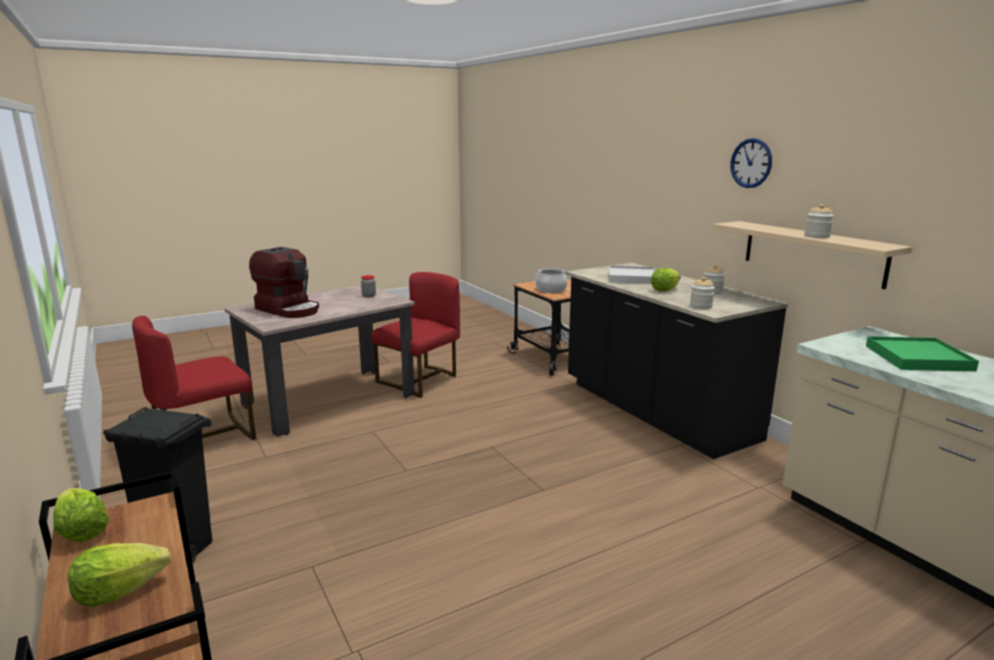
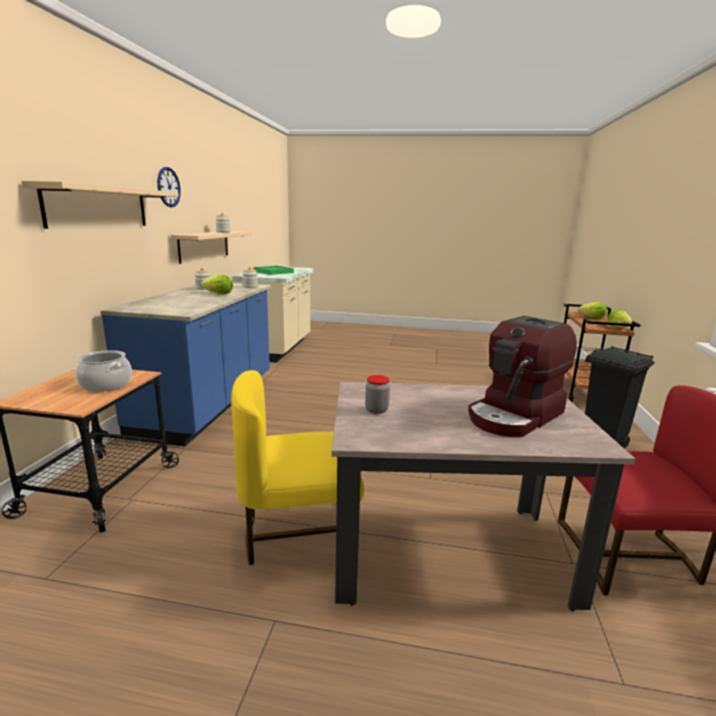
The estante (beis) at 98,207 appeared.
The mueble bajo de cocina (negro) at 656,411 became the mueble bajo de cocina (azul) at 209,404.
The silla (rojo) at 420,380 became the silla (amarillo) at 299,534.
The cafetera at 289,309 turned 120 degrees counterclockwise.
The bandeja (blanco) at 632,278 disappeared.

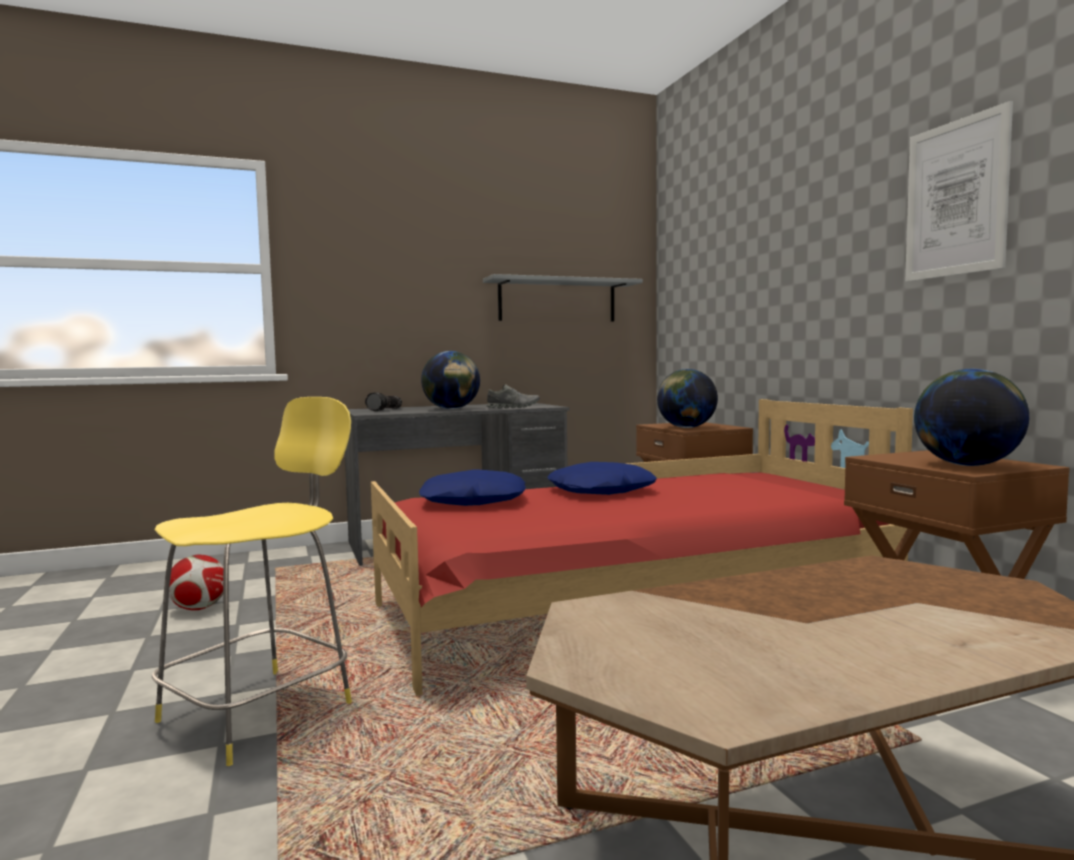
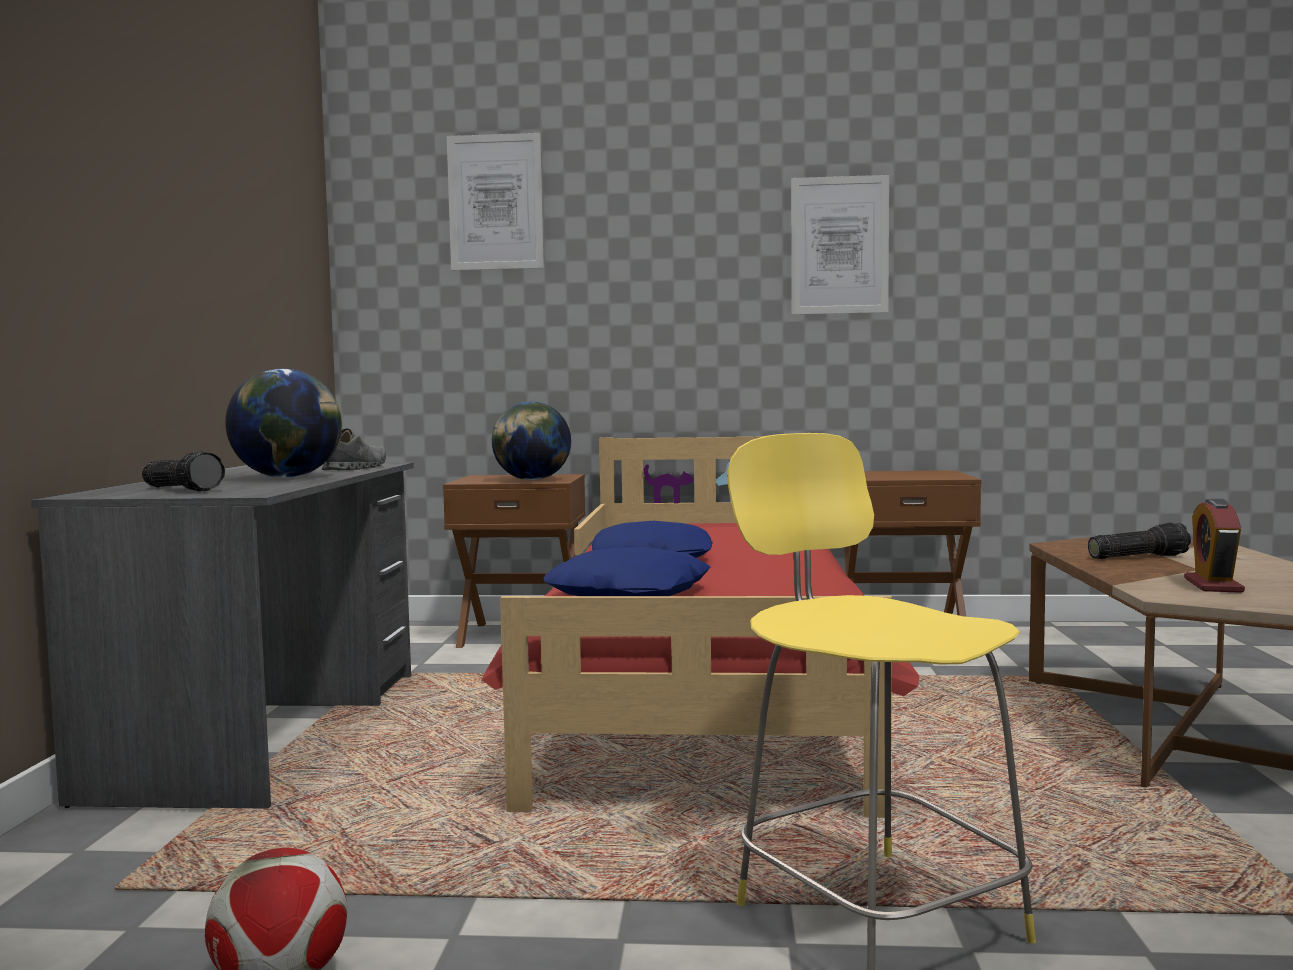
The cuadro at 495,202 appeared.
The linterna at 1137,557 appeared.
The despertador at 1213,585 appeared.
The estante (gris) at 557,301 disappeared.
The globo terráqueo at 966,465 disappeared.

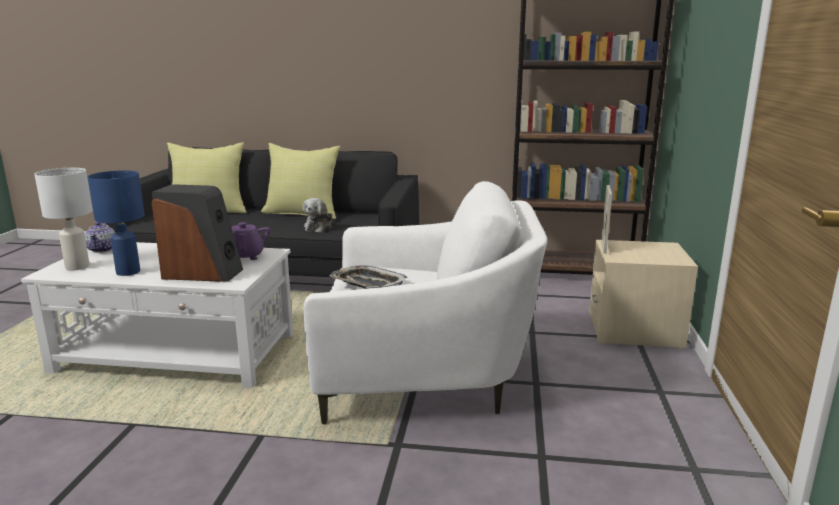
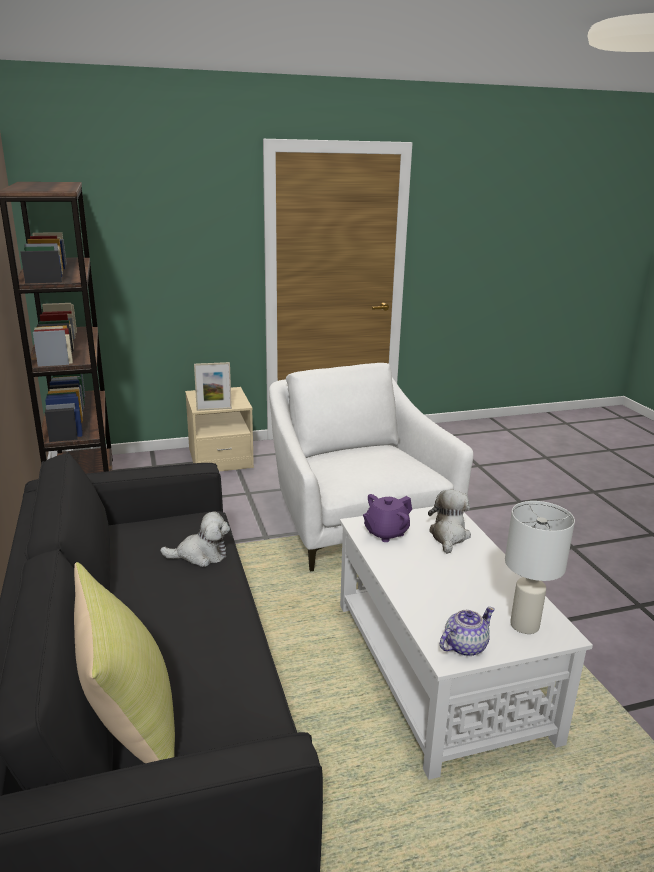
The altavoz at 203,273 was replaced by the peluche at 448,536.
The lámpara de mesa (azul) at 129,272 disappeared.
The cojín (amarillo) at 303,213 disappeared.
The bandeja at 368,284 disappeared.

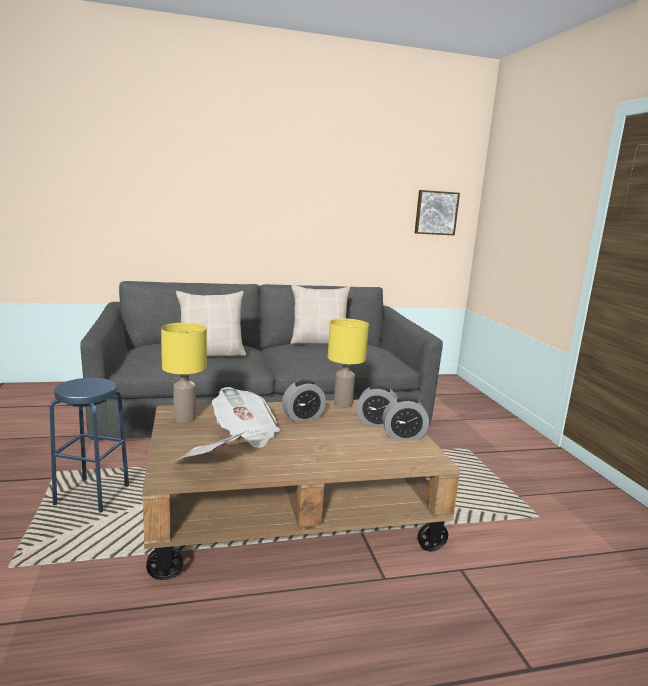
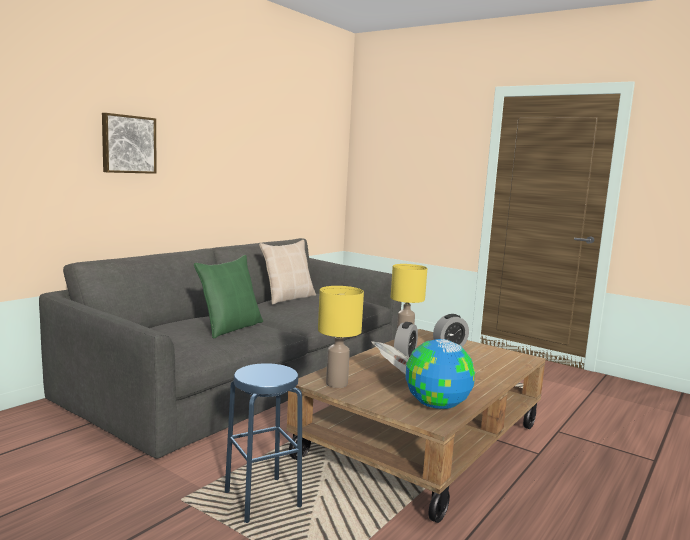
The cuadro moved from 436,212 to 128,144.
The cojín (beis) at 211,354 became the cojín (verde) at 230,328.
The periódico at 209,465 was replaced by the globo terráqueo at 436,405.
The despertador at 403,435 disappeared.

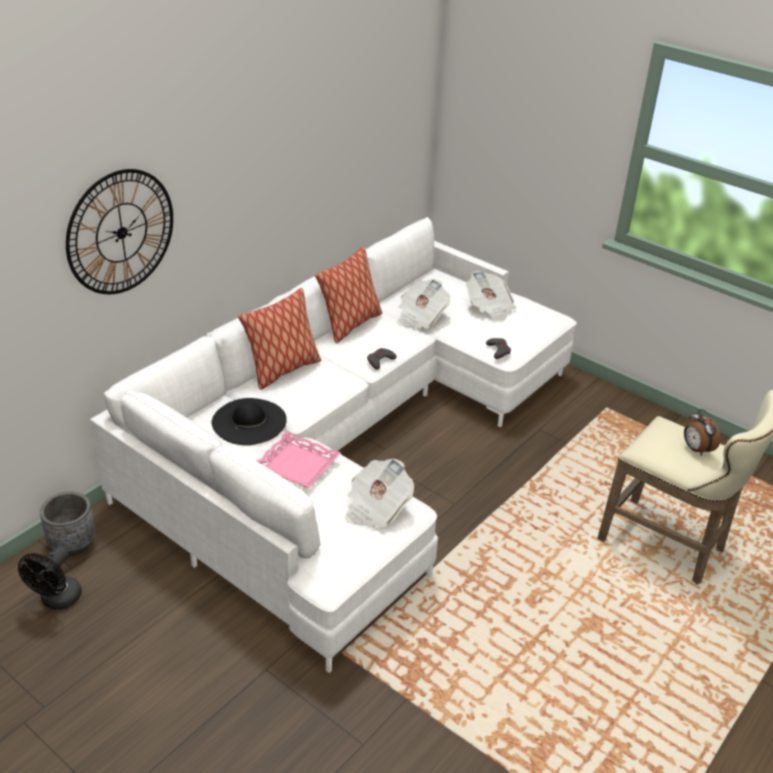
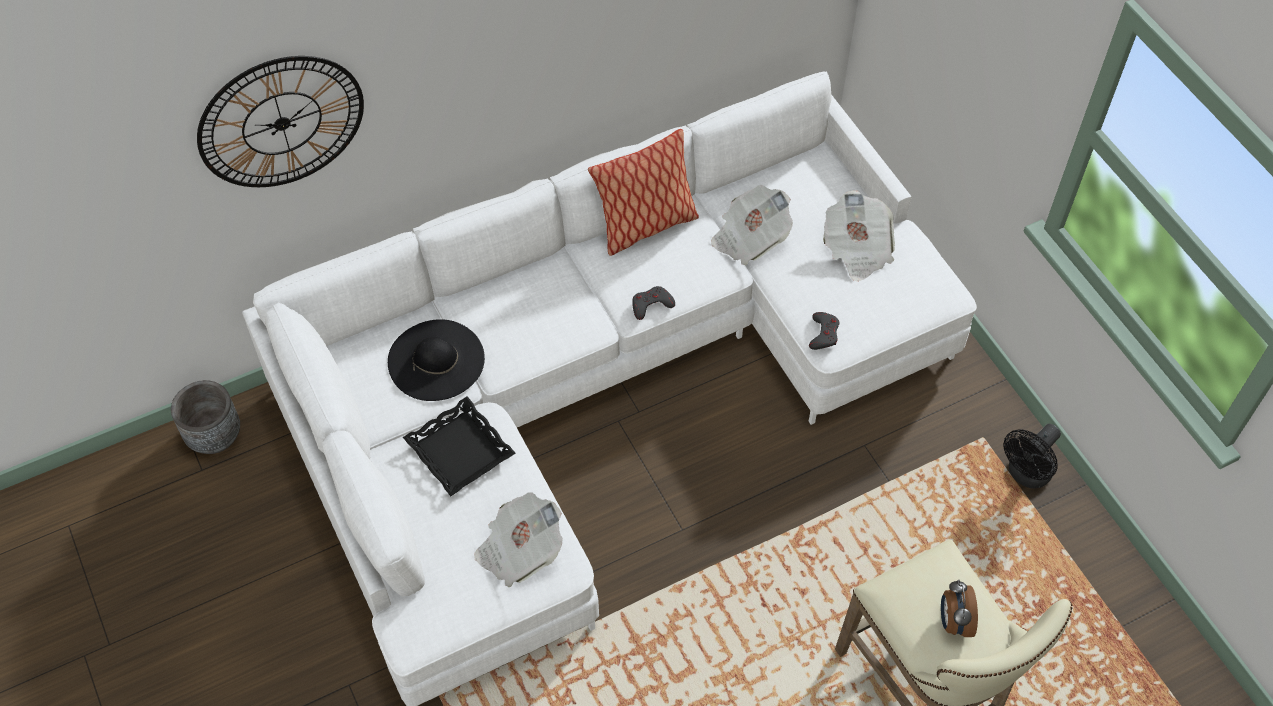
The bandeja (rosa) at 297,465 became the bandeja (negro) at 460,450.
The ventilador (negro) moved from 57,600 to 1026,475.
The cojín at 283,370 disappeared.

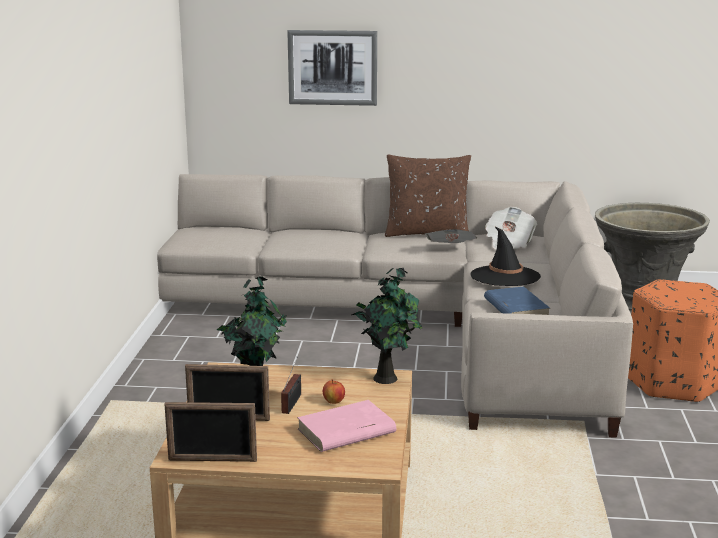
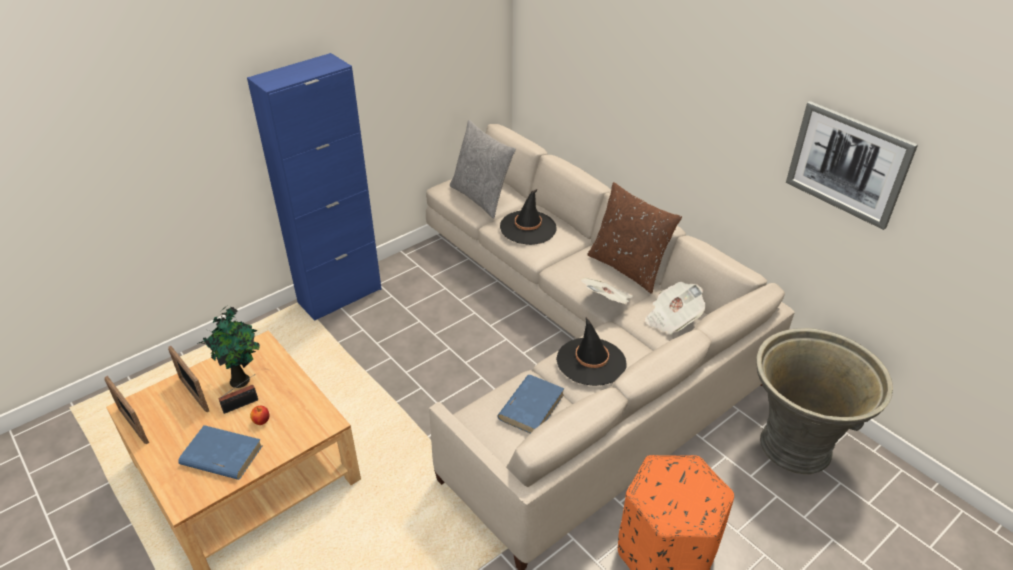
The libro (rosa) at 345,431 became the libro (azul) at 221,455.
The armario (azul) at 340,296 appeared.
The cojín (gris) at 481,198 appeared.
The sombrero (negro) at 528,228 appeared.
The cuadro moved from 332,67 to 848,164.
The planta en maceta at 387,378 disappeared.

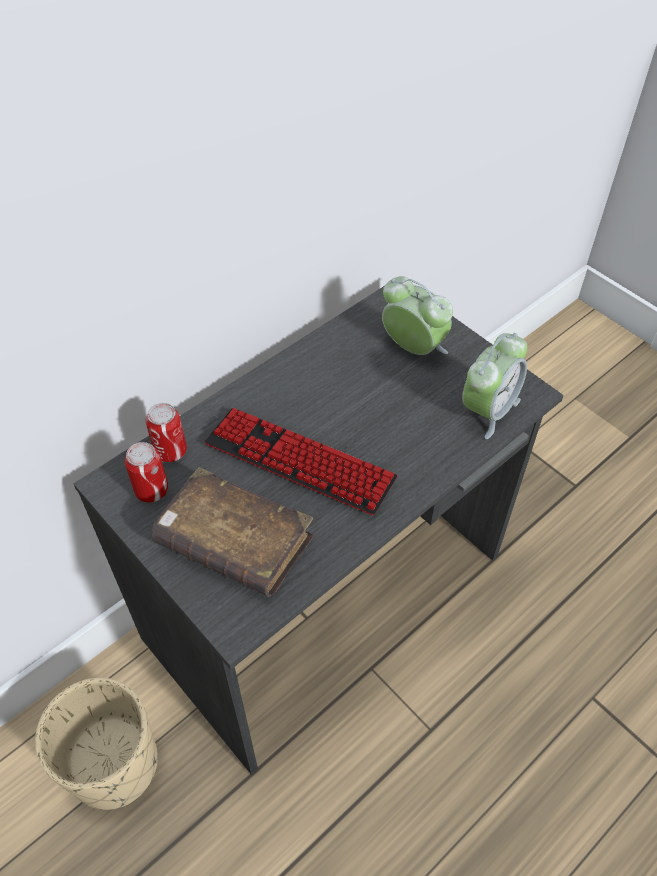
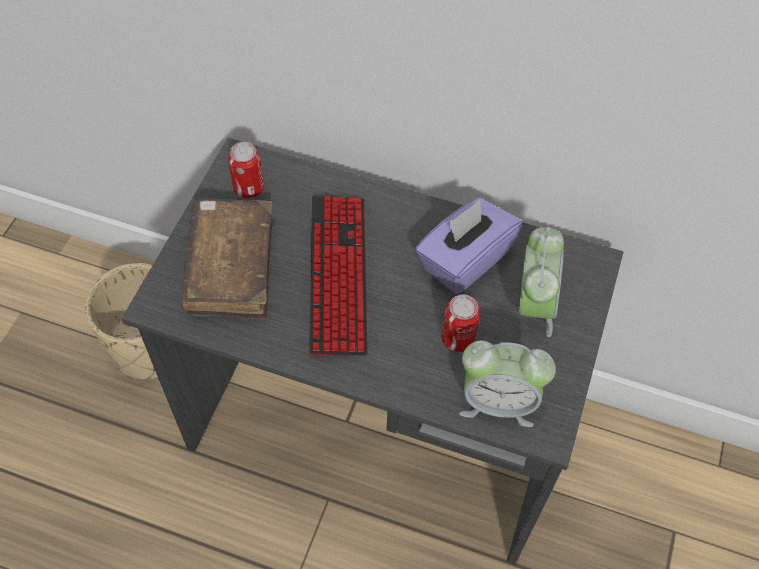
The caja de pañuelos (morado) at 464,260 appeared.
The lata moved from 170,451 to 458,338.

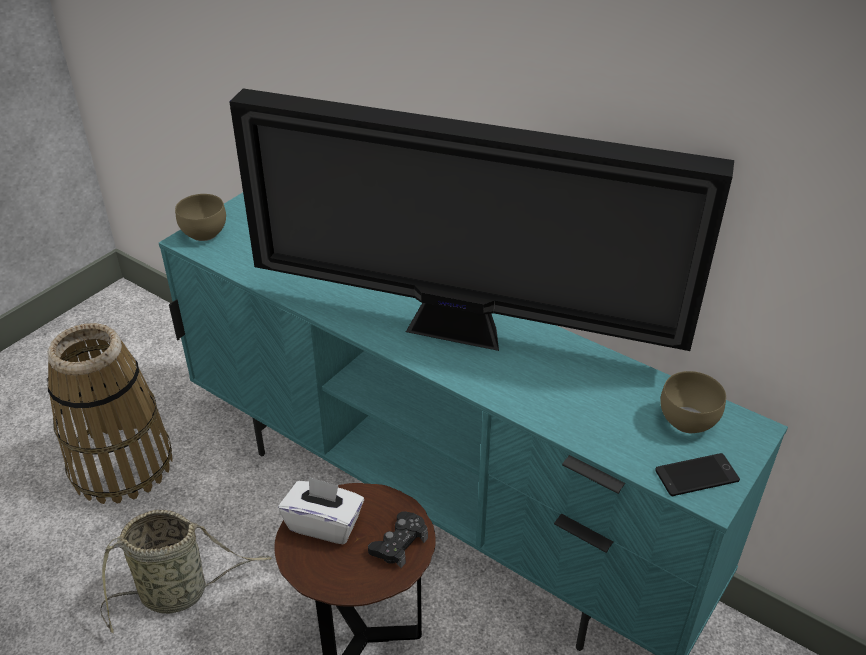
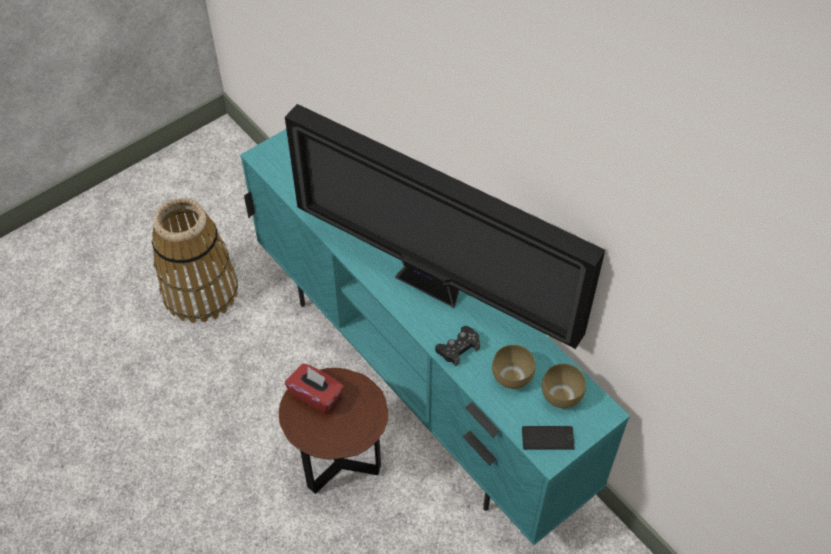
The caja de pañuelos (blanco) at 324,524 became the caja de pañuelos (rojo) at 316,395.
The mando de consola (negro) moved from 399,543 to 458,348.
The cuenco (marrón) moved from 206,234 to 513,377.
The cesta at 179,592 disappeared.

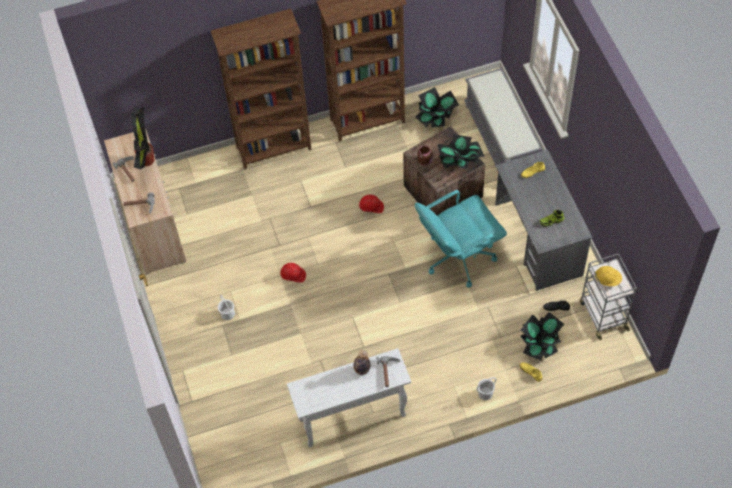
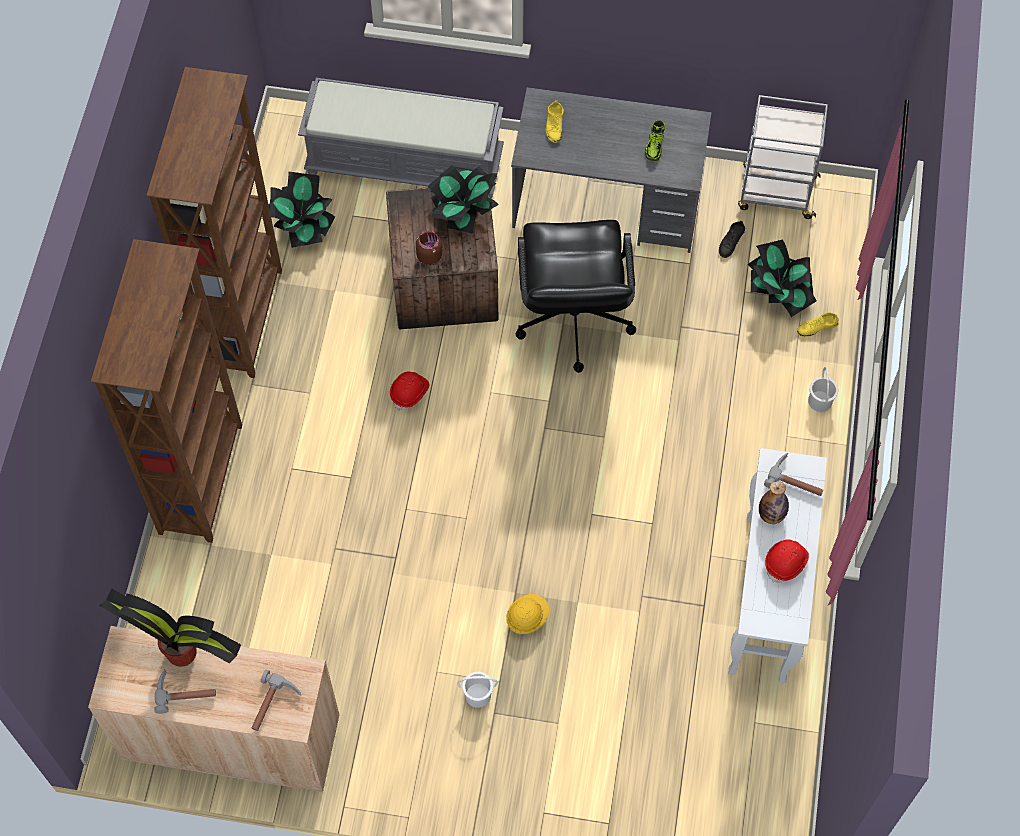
The casco (amarillo) moved from 607,280 to 527,618.
The silla de oficina (turquesa) at 458,257 became the silla de oficina (negro) at 573,320.
The casco (rojo) moved from 293,276 to 786,562.

